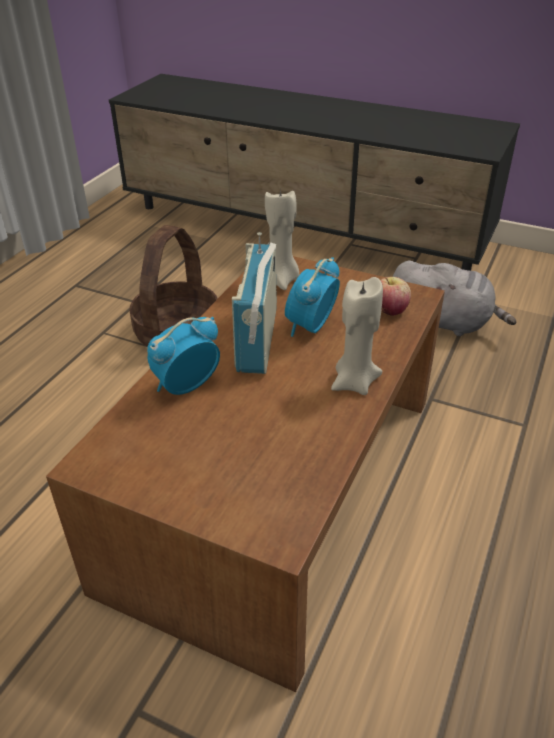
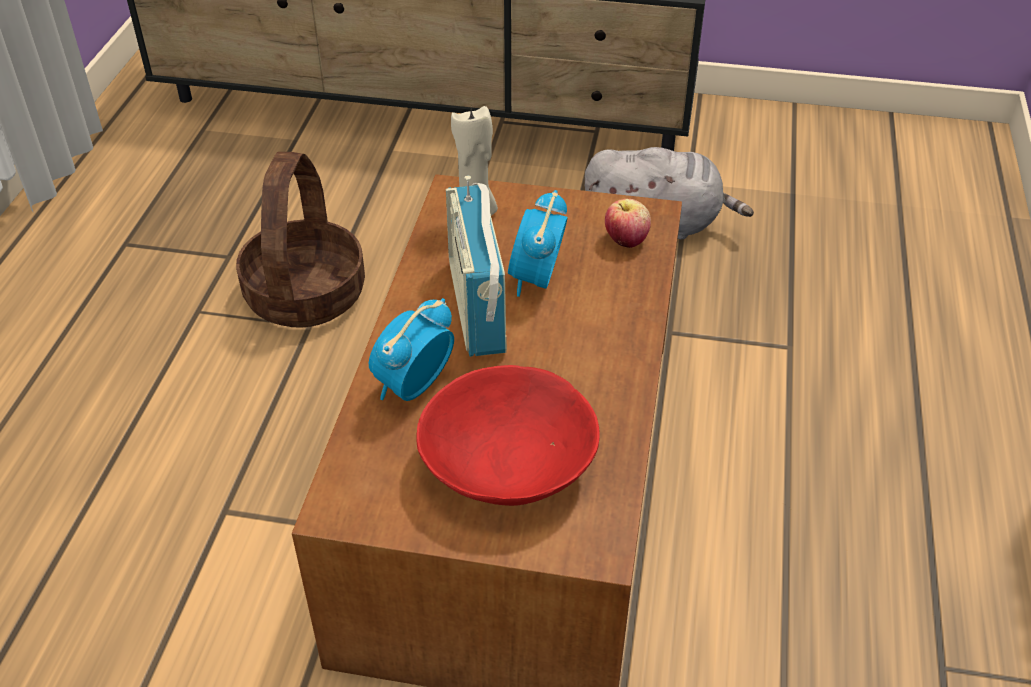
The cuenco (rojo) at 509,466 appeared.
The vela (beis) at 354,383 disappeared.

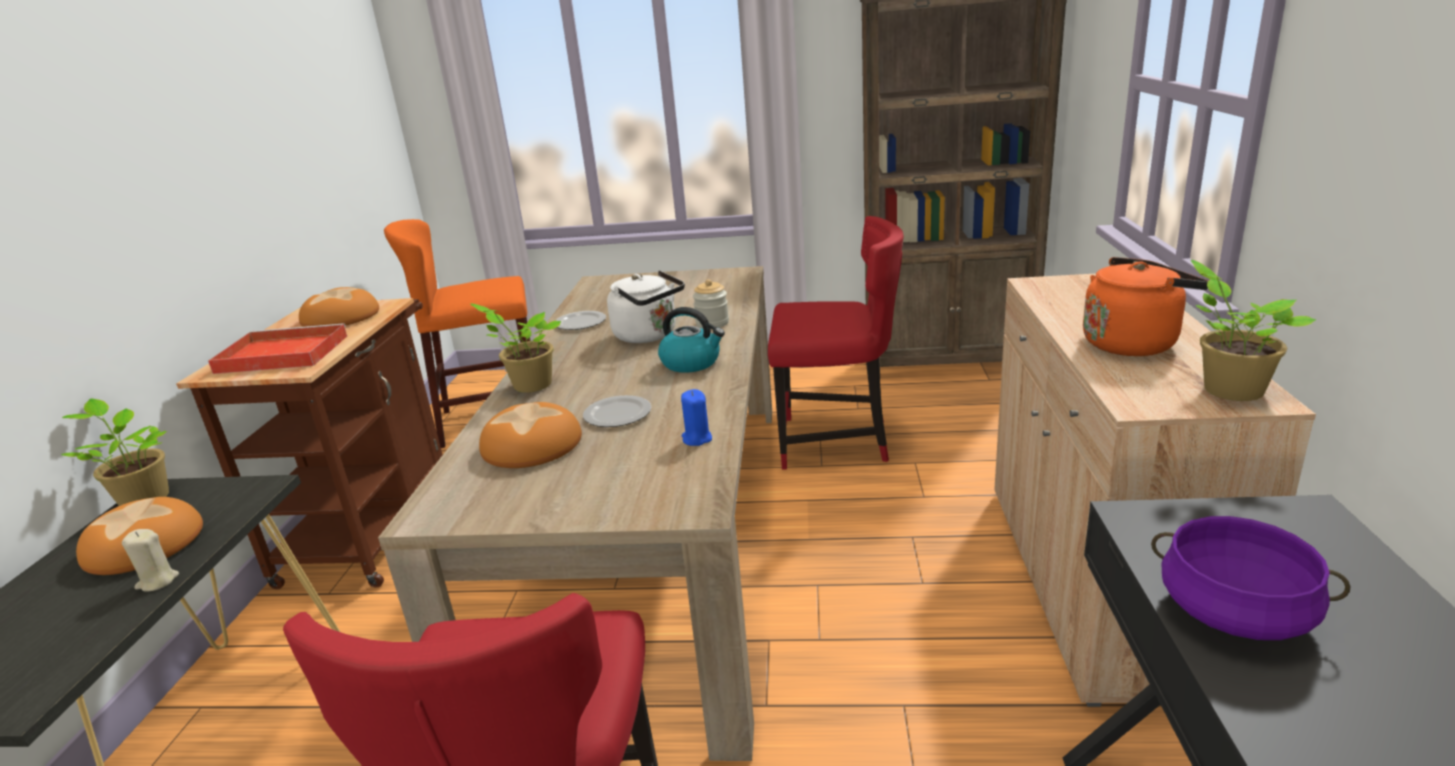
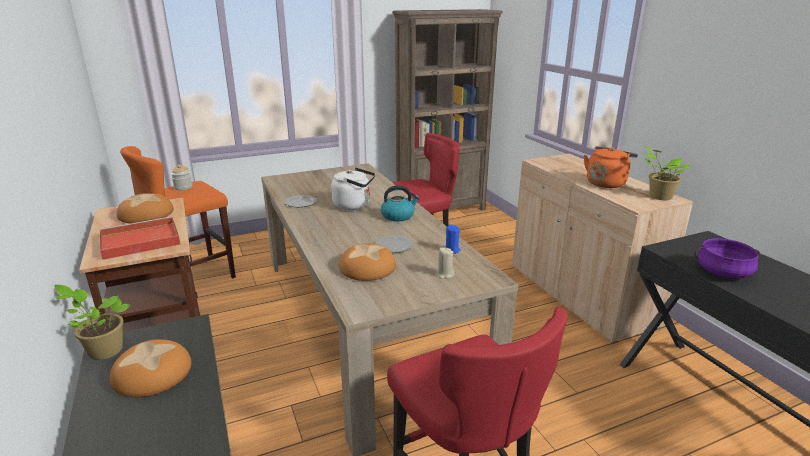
The tarro moved from 712,323 to 183,187.
The vela (beis) moved from 157,581 to 444,275.
The planta en maceta at 529,385 disappeared.

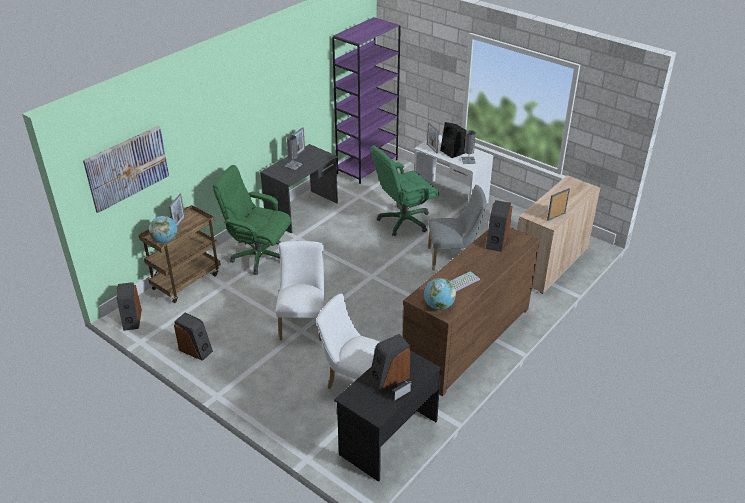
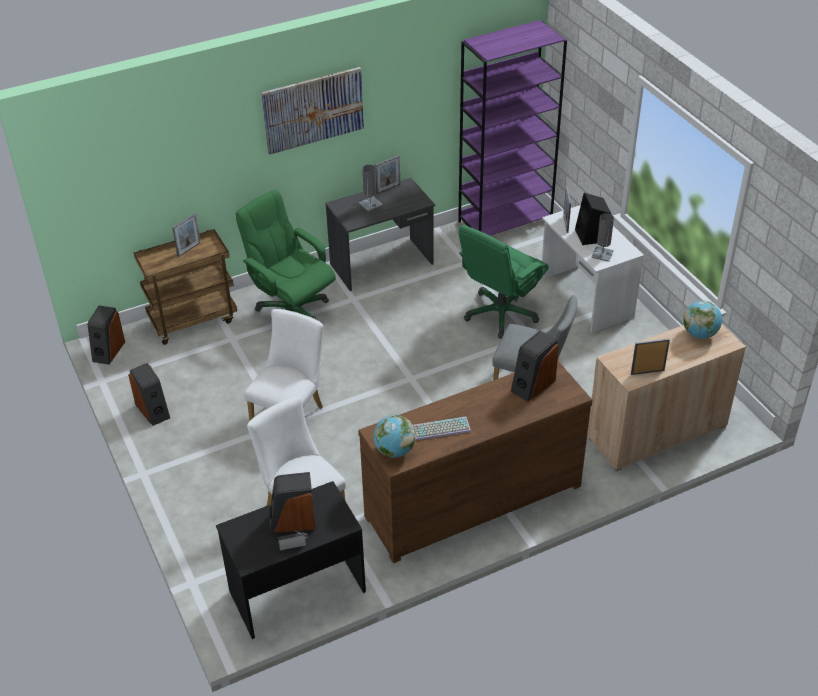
The cuadro moved from 127,168 to 313,110.
The silla de oficina (verde) at 403,221 turned 45 degrees counterclockwise.
The globo terráqueo moved from 165,240 to 699,334.

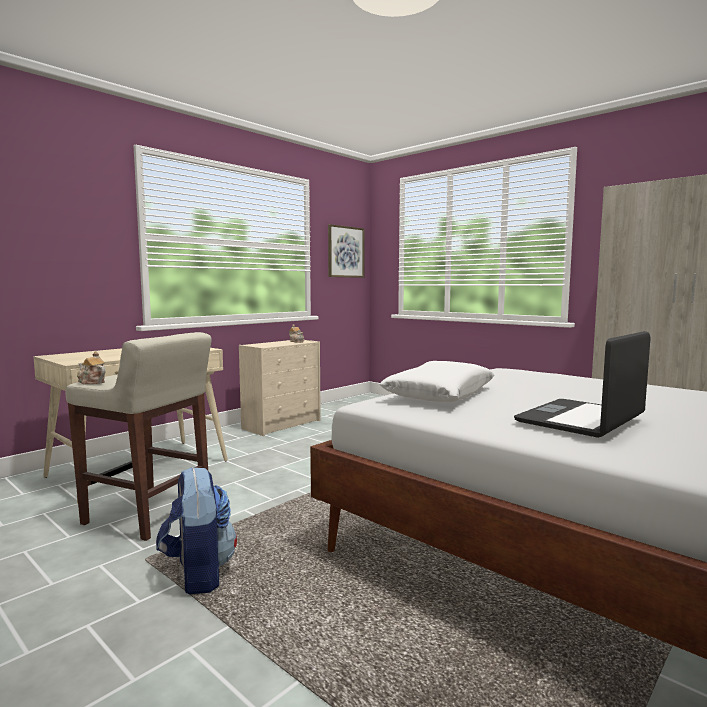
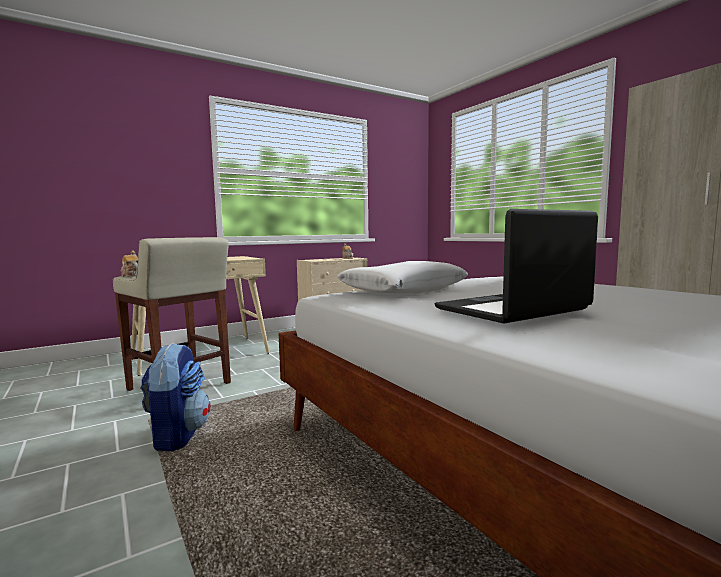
The cuadro at 345,252 disappeared.

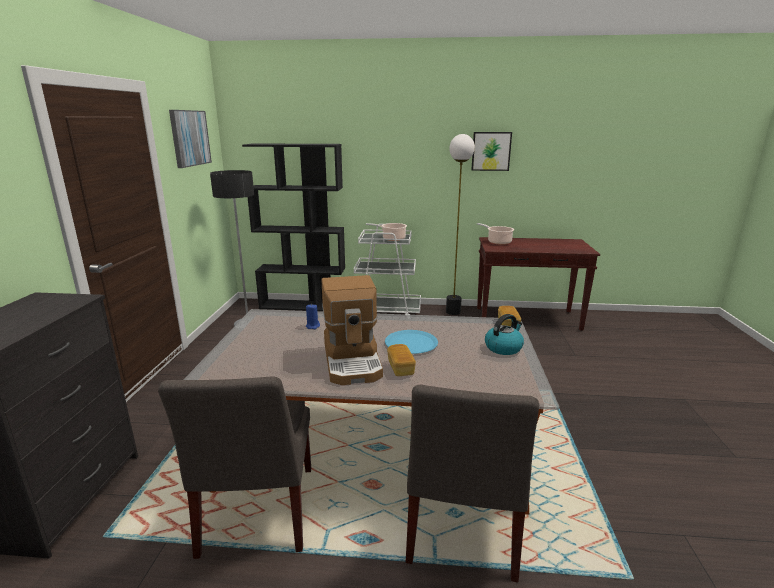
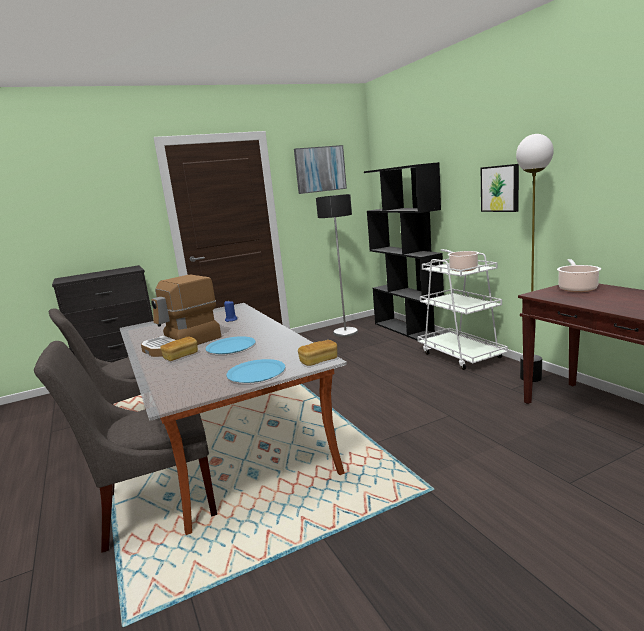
The hervidor at 503,347 was replaced by the plato (azul) at 256,372.
The cuadro moved from 491,151 to 500,188.

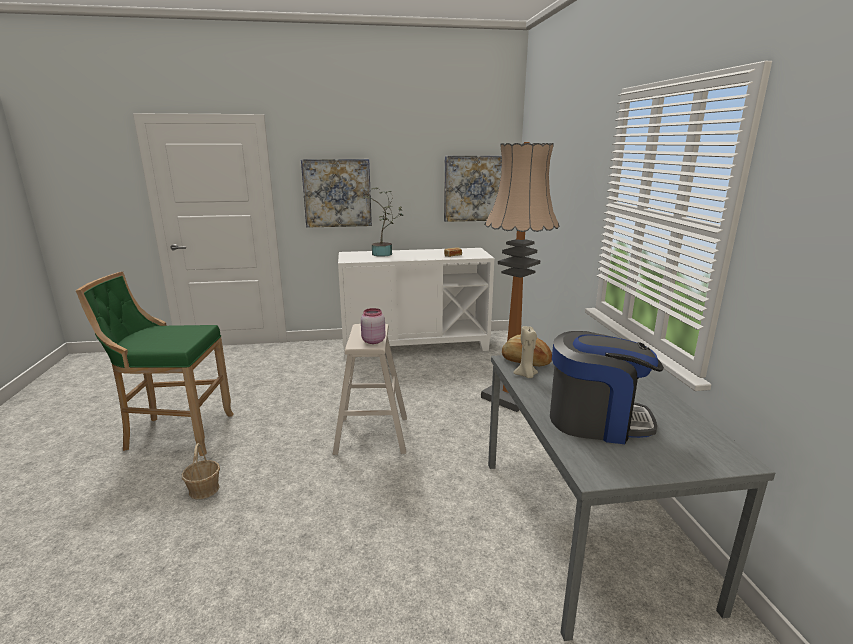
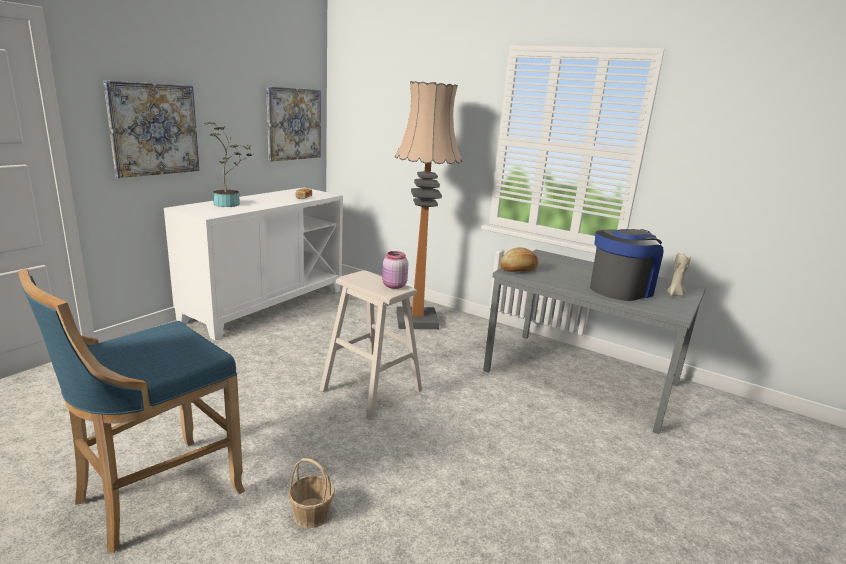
The taburete (verde) at 176,434 became the taburete (azul) at 154,495.
The vela (beis) moved from 526,375 to 674,295.

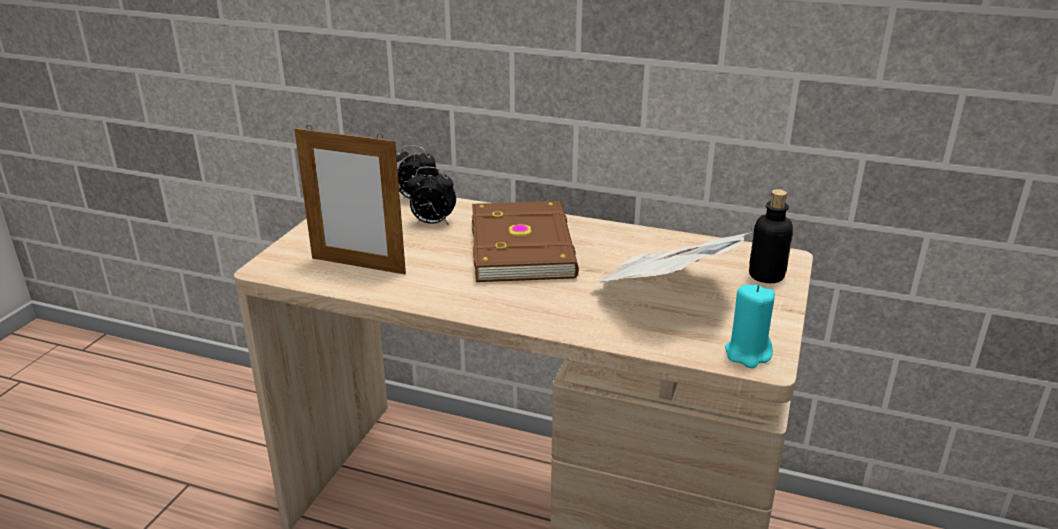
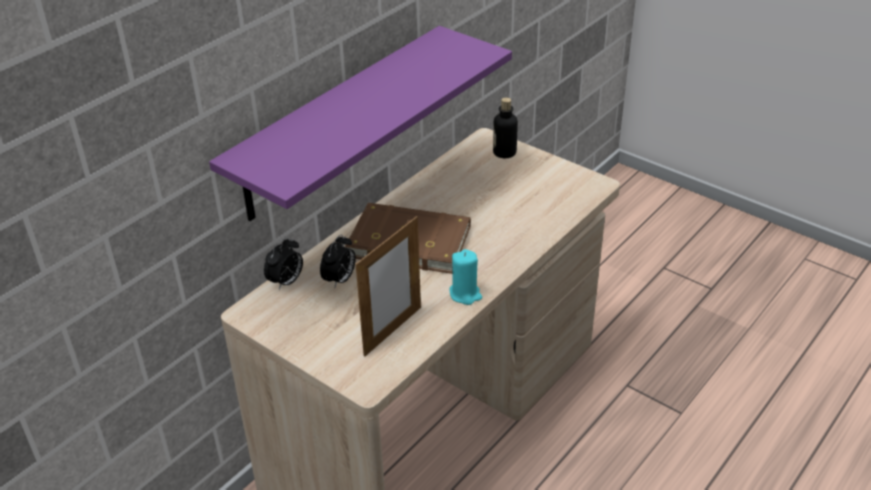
The estante (morado) at 338,123 appeared.
The vela (turquesa) moved from 748,354 to 465,294.
The periódico at 665,293 disappeared.

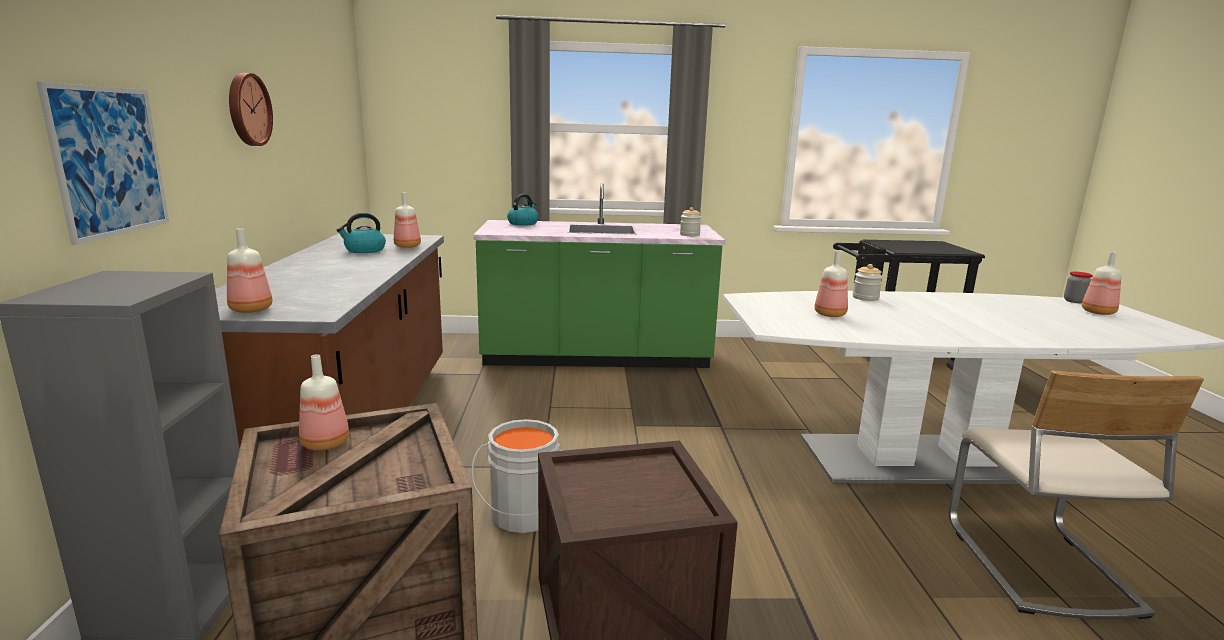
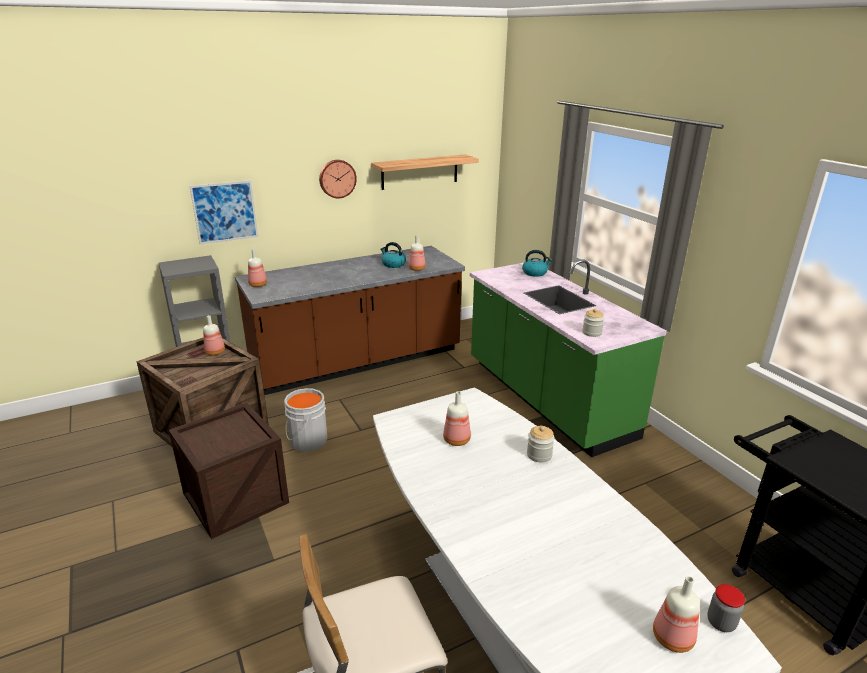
The estante at 420,172 appeared.

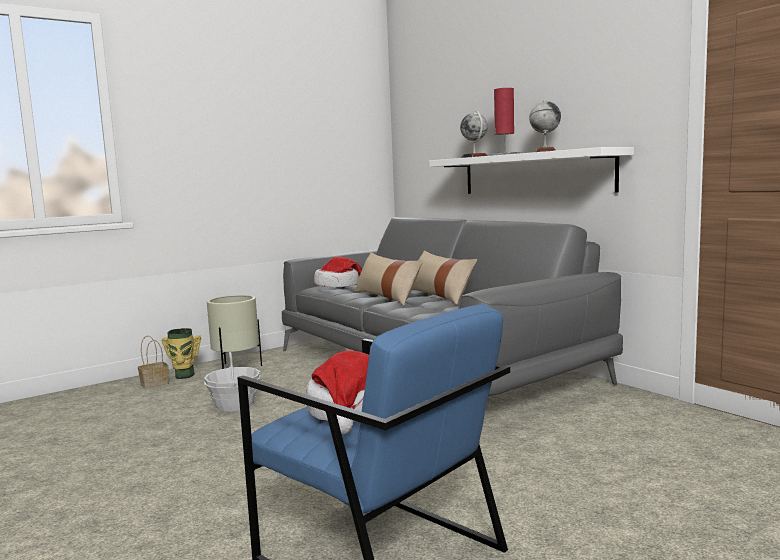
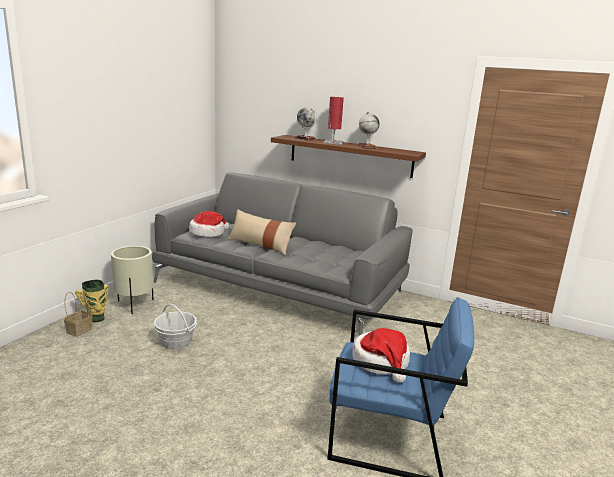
The estante (blanco) at 534,173 became the estante (marrón) at 350,155.
The cojín (beis) at 440,296 disappeared.

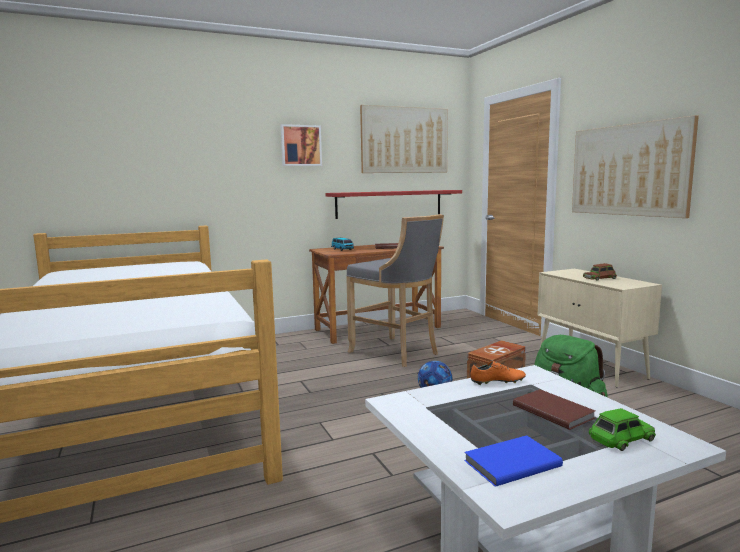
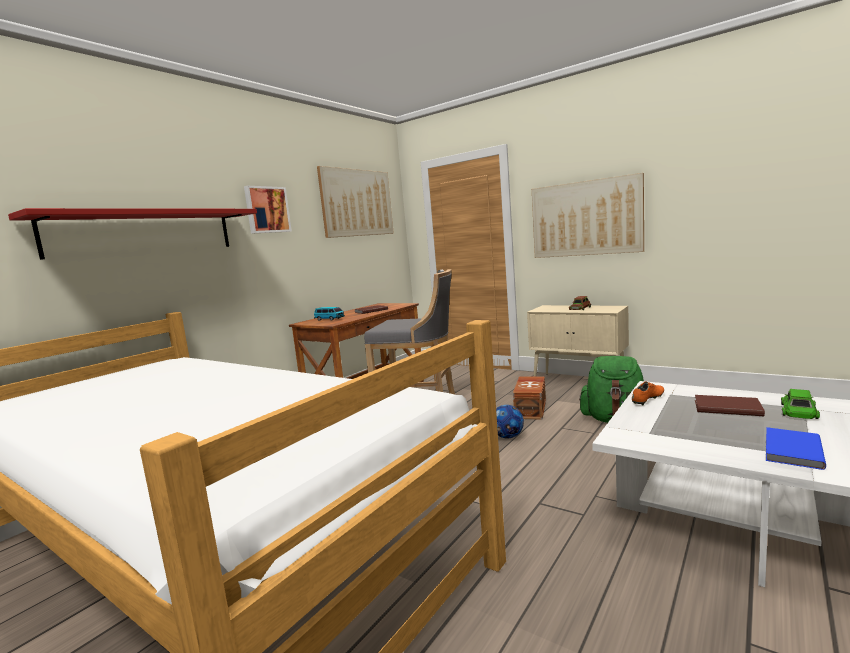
The estante (rojo) moved from 389,203 to 144,232.

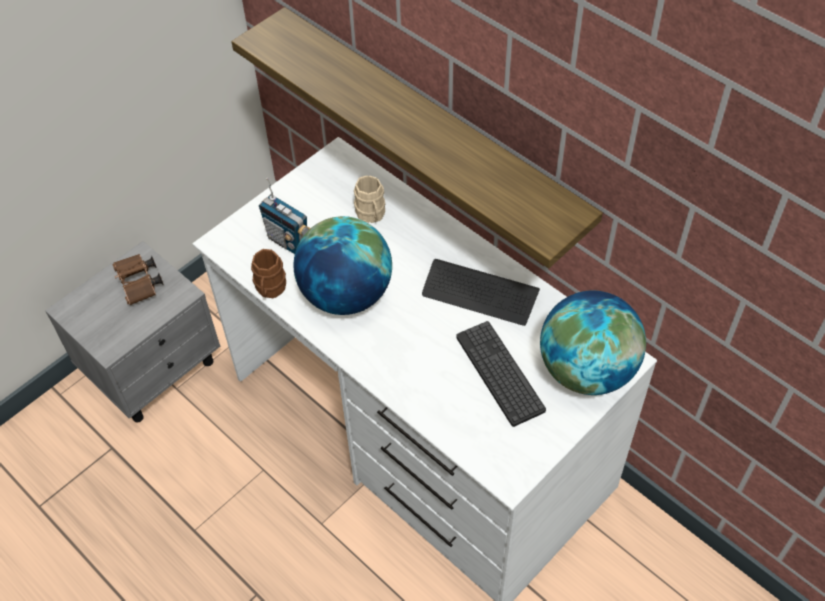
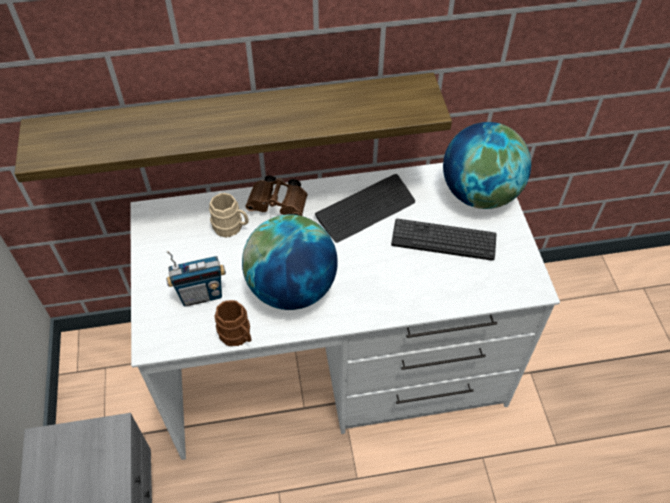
The prismáticos (marrón) moved from 140,285 to 280,205.

